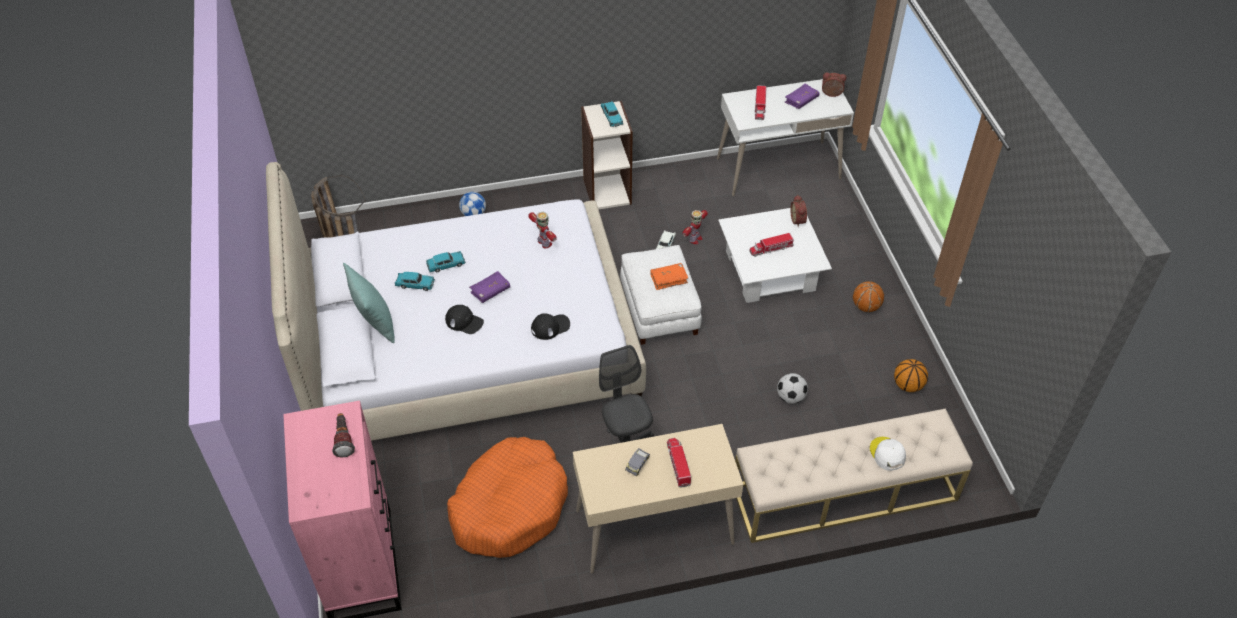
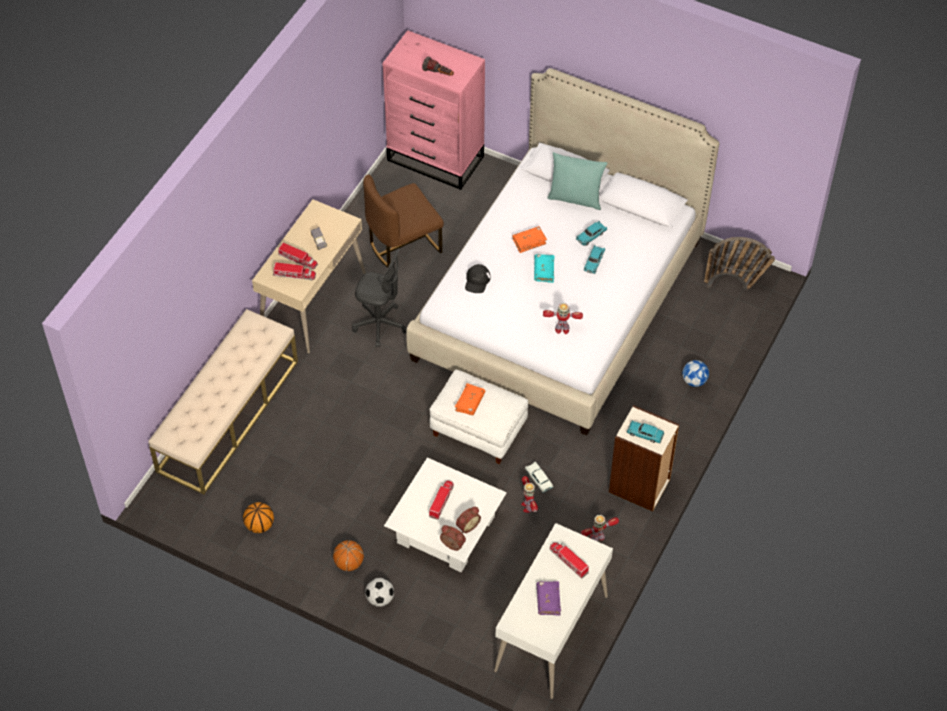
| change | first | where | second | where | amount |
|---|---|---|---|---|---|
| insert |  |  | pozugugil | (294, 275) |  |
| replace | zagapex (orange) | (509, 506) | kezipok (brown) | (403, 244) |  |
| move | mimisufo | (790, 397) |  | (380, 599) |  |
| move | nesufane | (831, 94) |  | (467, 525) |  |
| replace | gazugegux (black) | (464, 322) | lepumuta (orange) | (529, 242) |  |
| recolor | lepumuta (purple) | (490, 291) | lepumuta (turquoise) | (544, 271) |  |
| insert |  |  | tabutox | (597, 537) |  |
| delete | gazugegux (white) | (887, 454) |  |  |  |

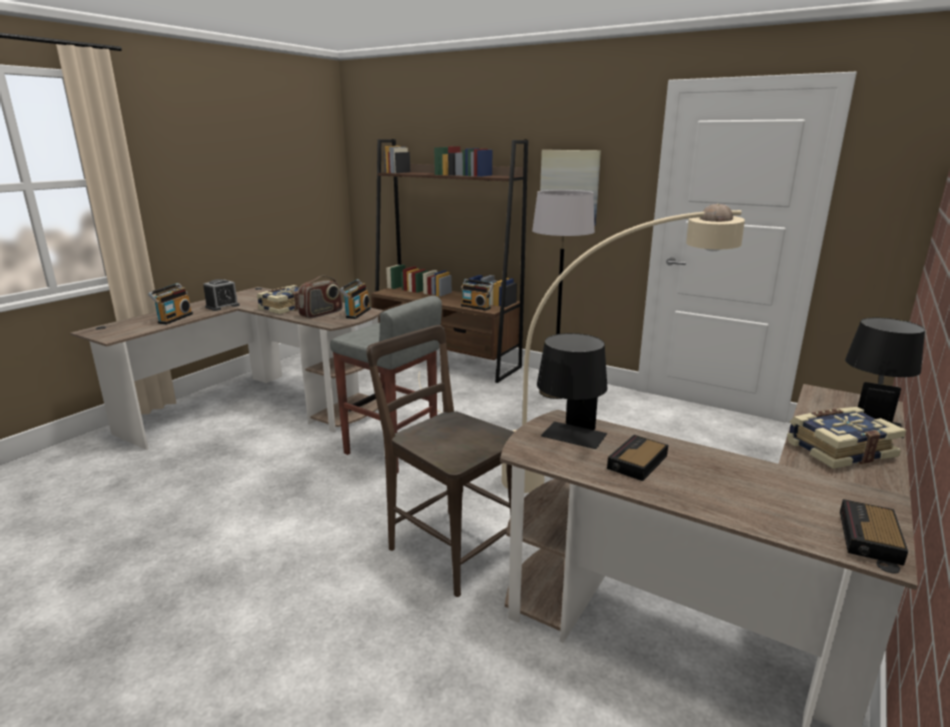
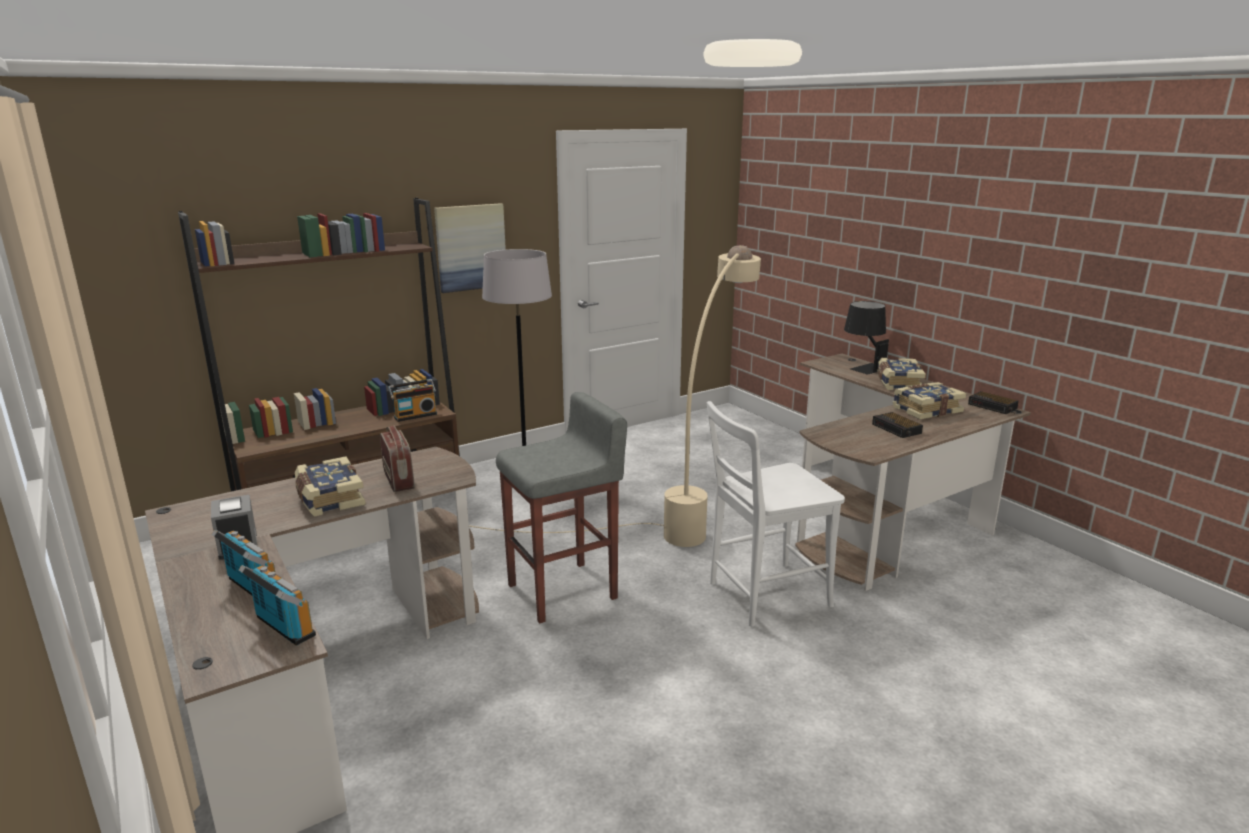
| change | first | where | second | where | amount |
|---|---|---|---|---|---|
| move | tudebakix | (356, 313) |  | (282, 628) |  |
| recolor | kezipok (brown) | (449, 546) | kezipok (white) | (763, 595) |  |
| insert |  |  | lepumuta | (926, 410) |  |
| delete | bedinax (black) | (570, 440) |  |  |  |

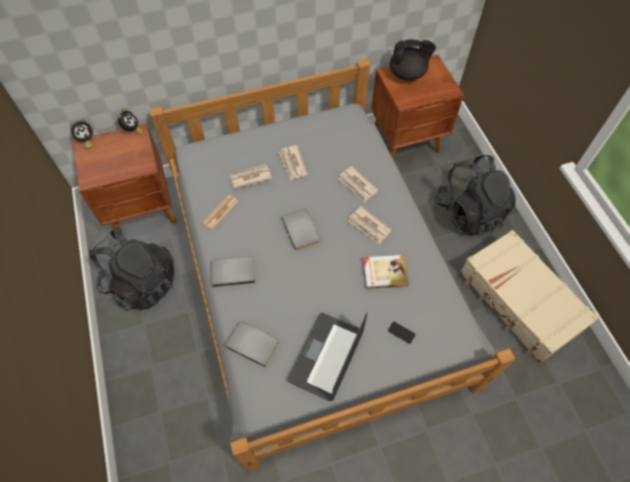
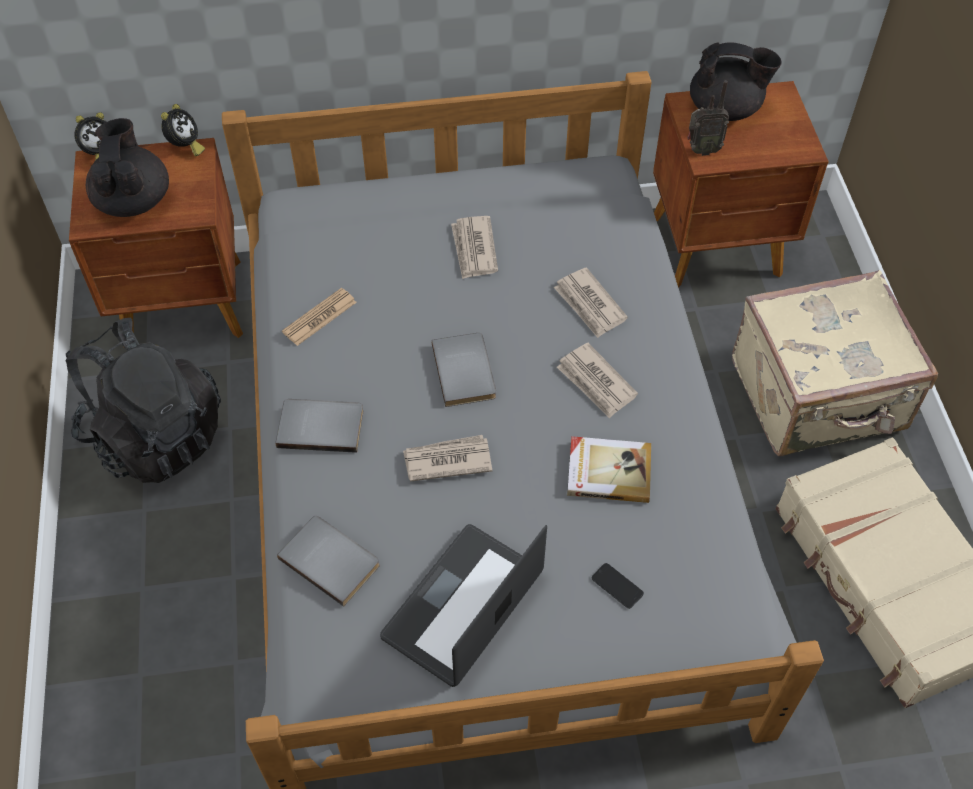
| change | first | where | second | where | amount |
|---|---|---|---|---|---|
| insert |  |  | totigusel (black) | (133, 200) |  |
| move | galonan | (250, 177) |  | (447, 460) |  |
| insert |  |  | tudebakix | (701, 150) |  |
| replace | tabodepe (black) | (469, 212) | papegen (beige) | (818, 397) |  |

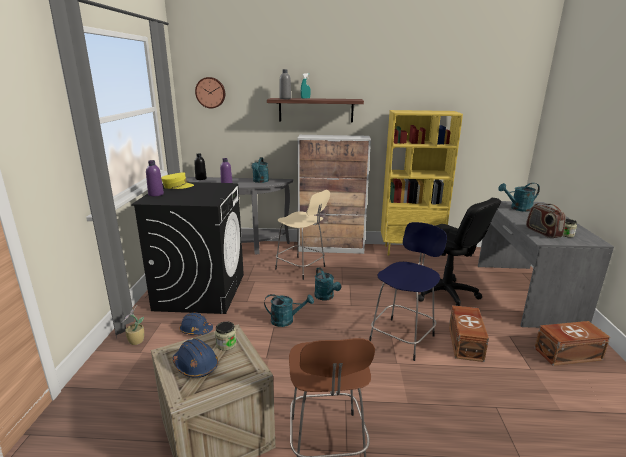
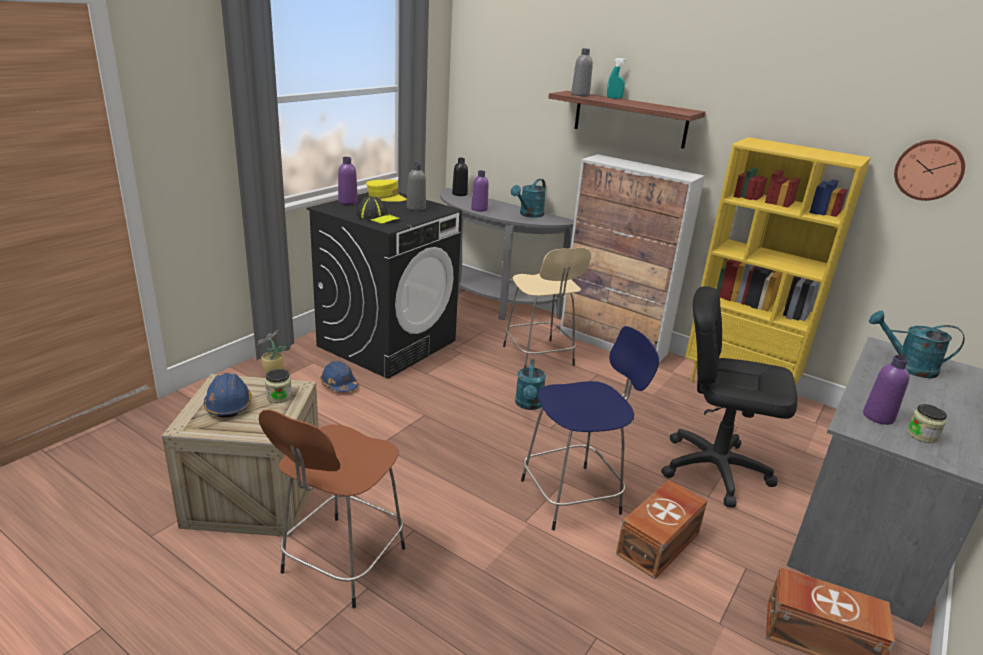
| change | first | where | second | where | amount |
|---|---|---|---|---|---|
| insert |  |  | gazugegux | (377, 217) |  |
| insert |  |  | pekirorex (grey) | (416, 208) |  |
| rotate | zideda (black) | (445, 294) |  | (714, 469) | 120 degrees clockwise |
| replace | tudebakix | (542, 232) | pekirorex (purple) | (878, 417) |  |
| move | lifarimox | (210, 92) |  | (929, 169) |  |
| delete | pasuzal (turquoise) | (286, 320) |  |  |  |

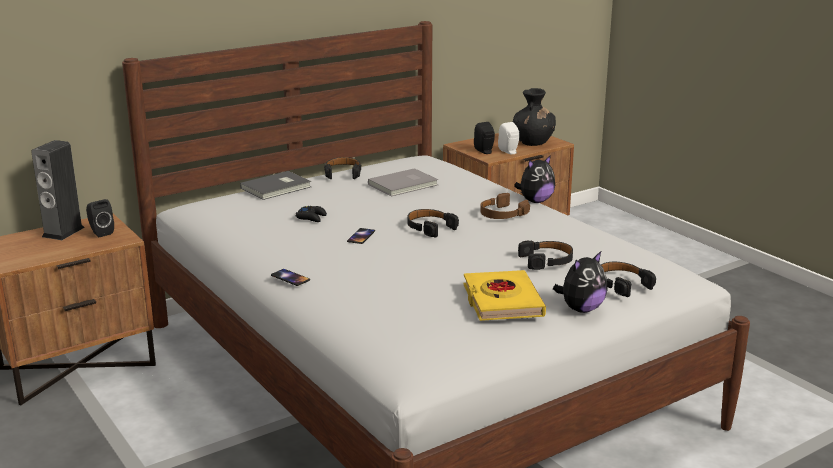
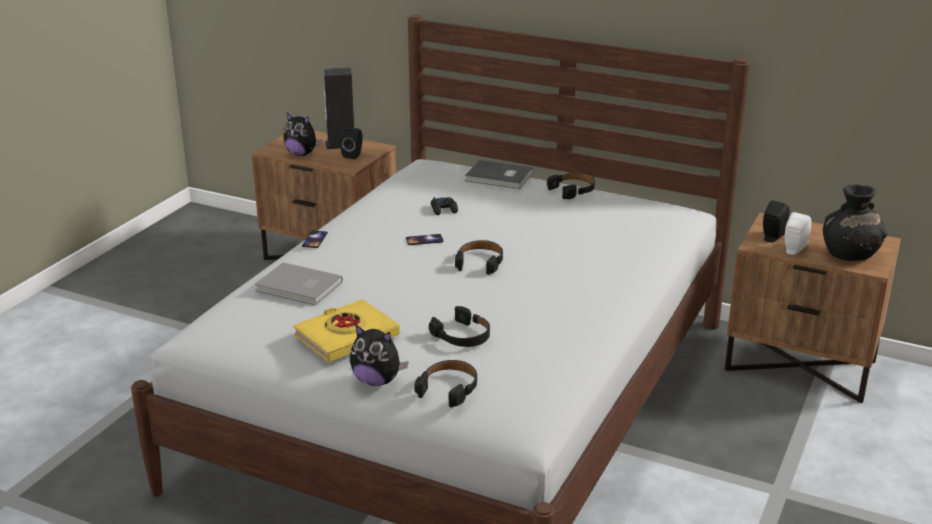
| change | first | where | second | where | amount |
|---|---|---|---|---|---|
| move | lepumuta (grey) | (404, 185) |  | (299, 287) |  |
| move | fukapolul | (535, 201) |  | (302, 154) |  |
| delete | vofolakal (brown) | (502, 214) |  |  |  |

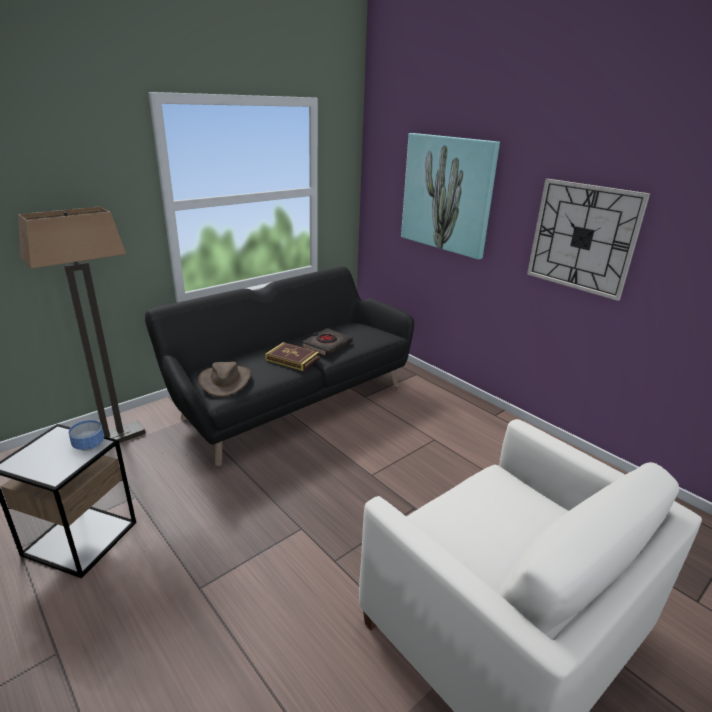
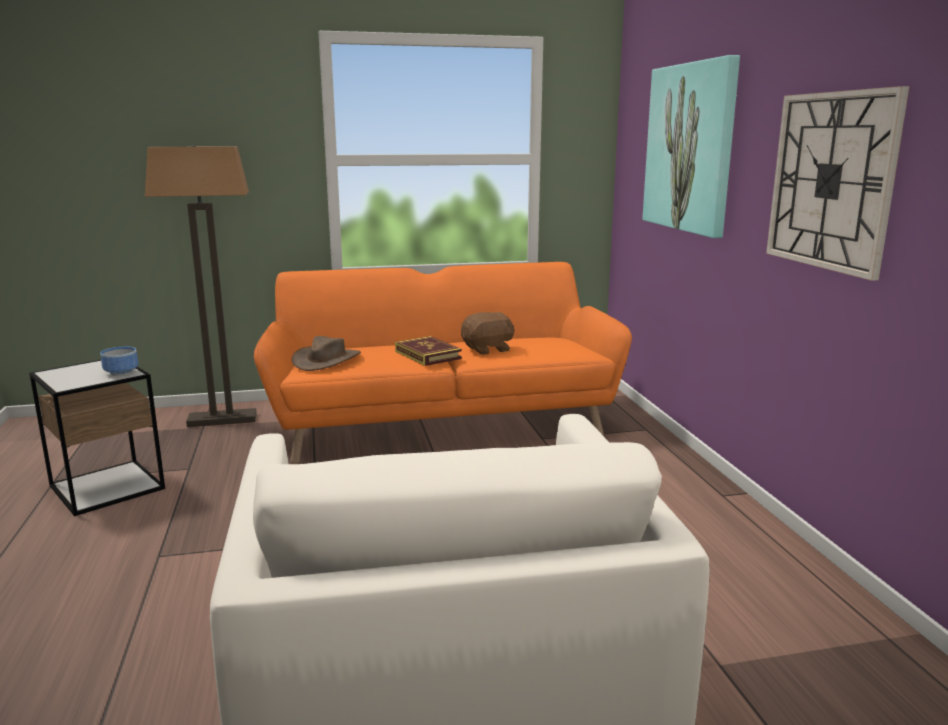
| change | first | where | second | where | amount |
|---|---|---|---|---|---|
| recolor | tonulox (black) | (290, 399) | tonulox (orange) | (442, 423) |  |
| replace | lepumuta (black) | (326, 345) | fukapolul (brown) | (488, 349) |  |

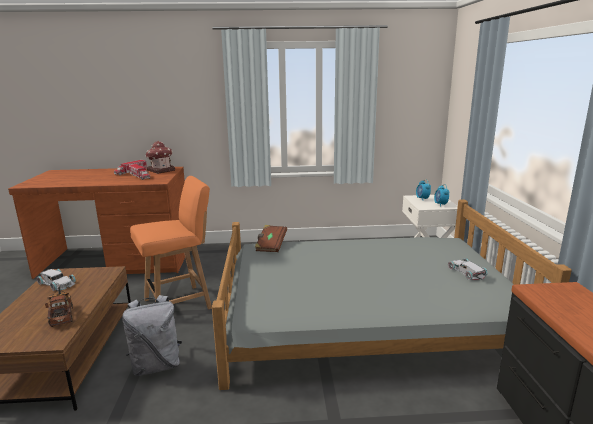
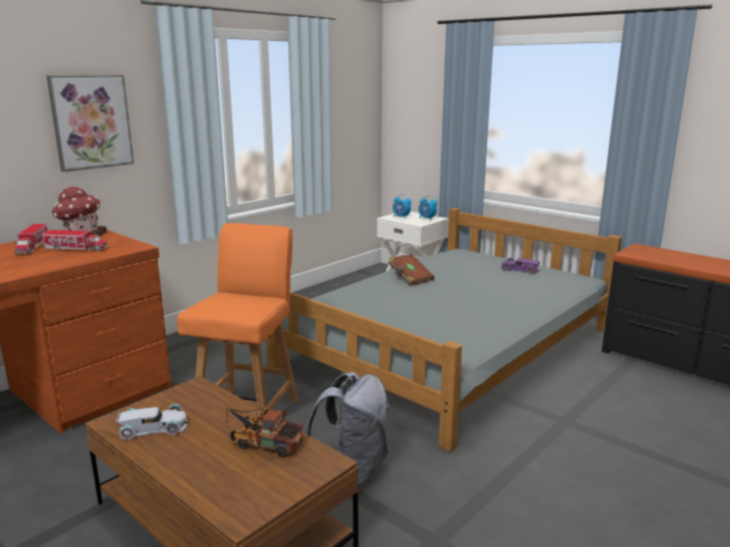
| change | first | where | second | where | amount |
|---|---|---|---|---|---|
| insert |  |  | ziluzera | (91, 122) |  |
| move | lepumuta (brown) | (270, 245) |  | (409, 278) |  |
| recolor | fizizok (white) | (466, 272) | fizizok (purple) | (519, 269) |  |

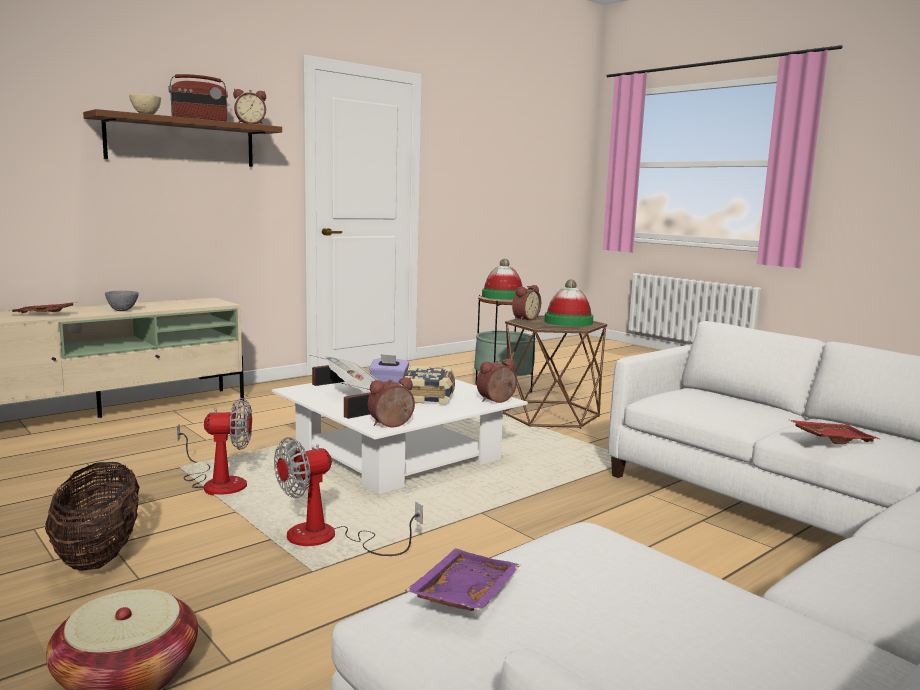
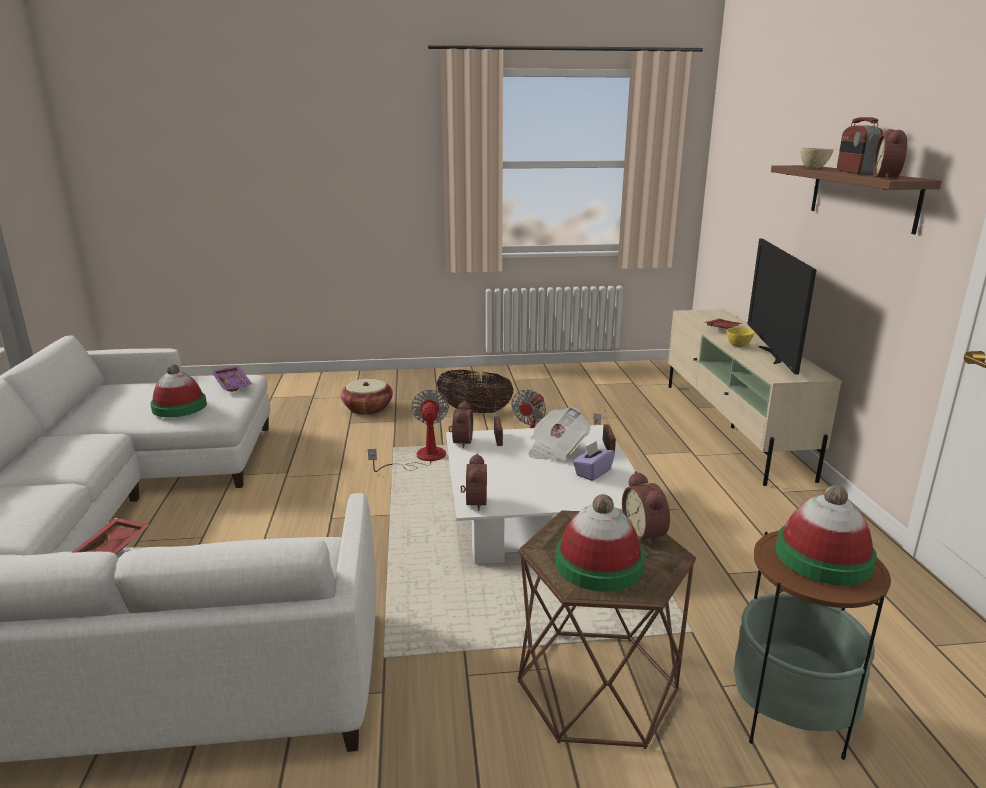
| change | first | where | second | where | amount |
|---|---|---|---|---|---|
| insert |  |  | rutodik | (179, 407) |  |
| recolor | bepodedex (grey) | (122, 310) | bepodedex (yellow) | (738, 346) |  |
| insert |  |  | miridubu | (772, 355) |  |
| delete | lepumuta | (430, 396) |  |  |  |

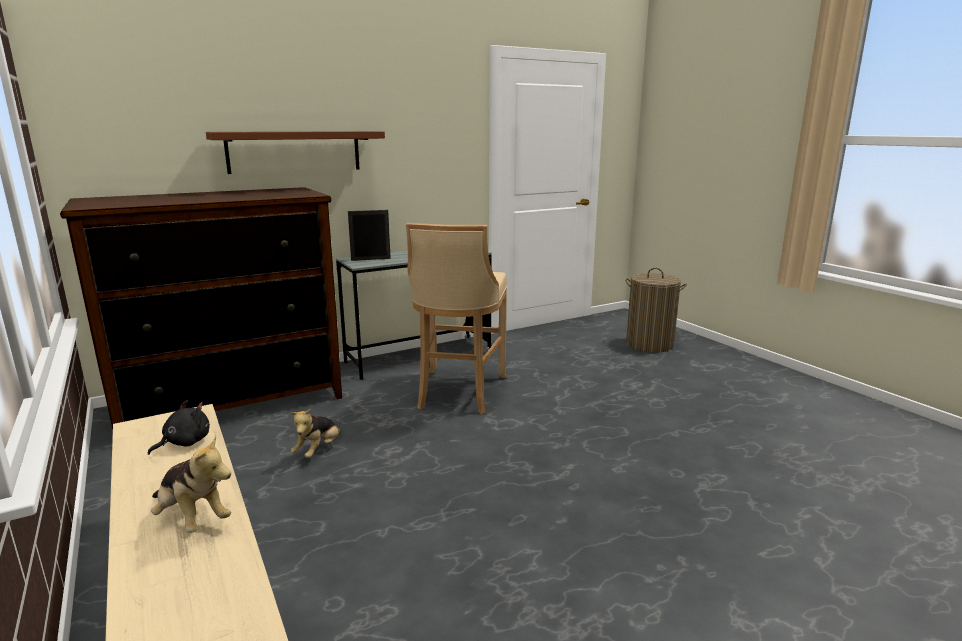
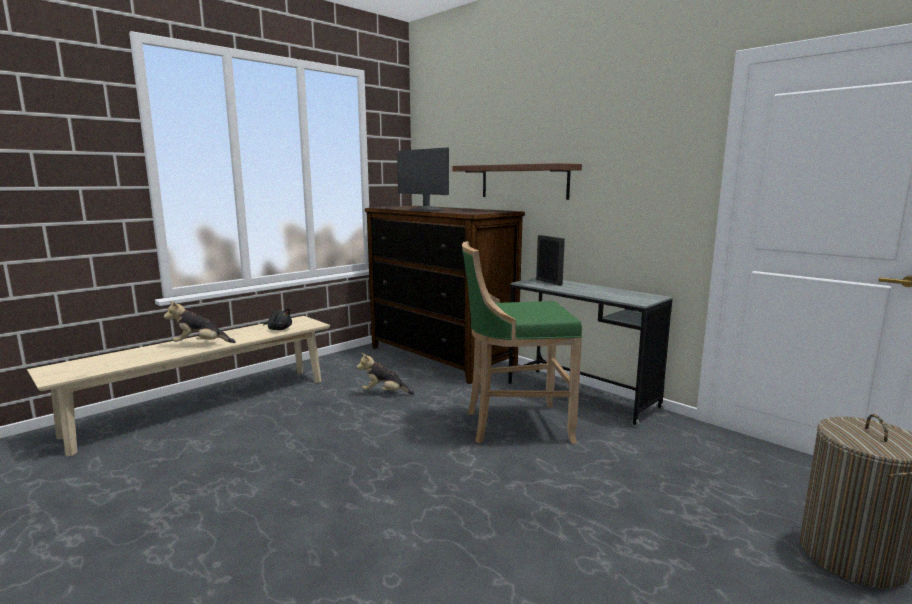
| change | first | where | second | where | amount |
|---|---|---|---|---|---|
| rotate | fukapolul | (192, 518) |  | (200, 344) | 60 degrees clockwise |
| insert |  |  | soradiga | (426, 210) |  |
| recolor | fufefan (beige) | (459, 393) | fufefan (green) | (514, 425) |  |

